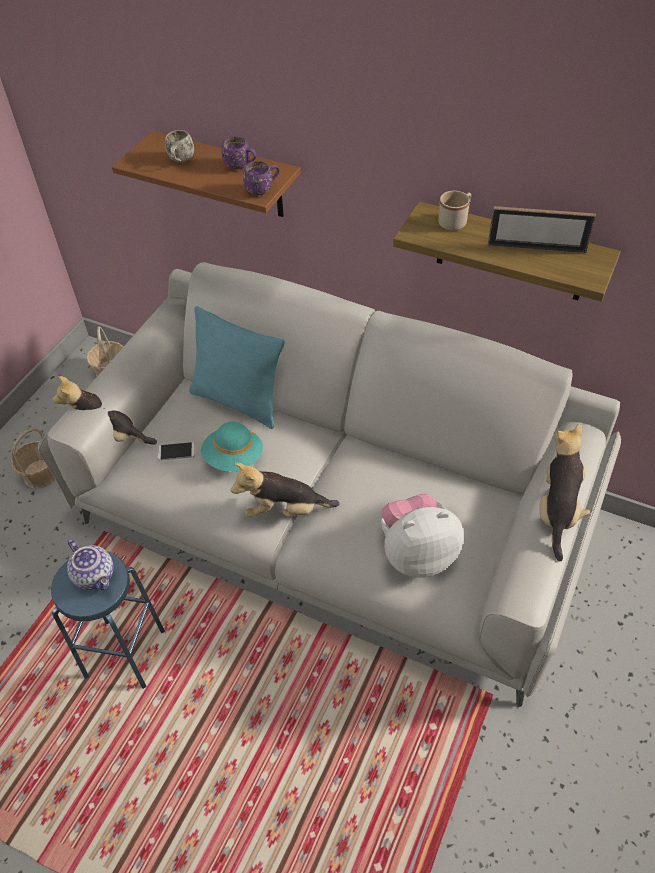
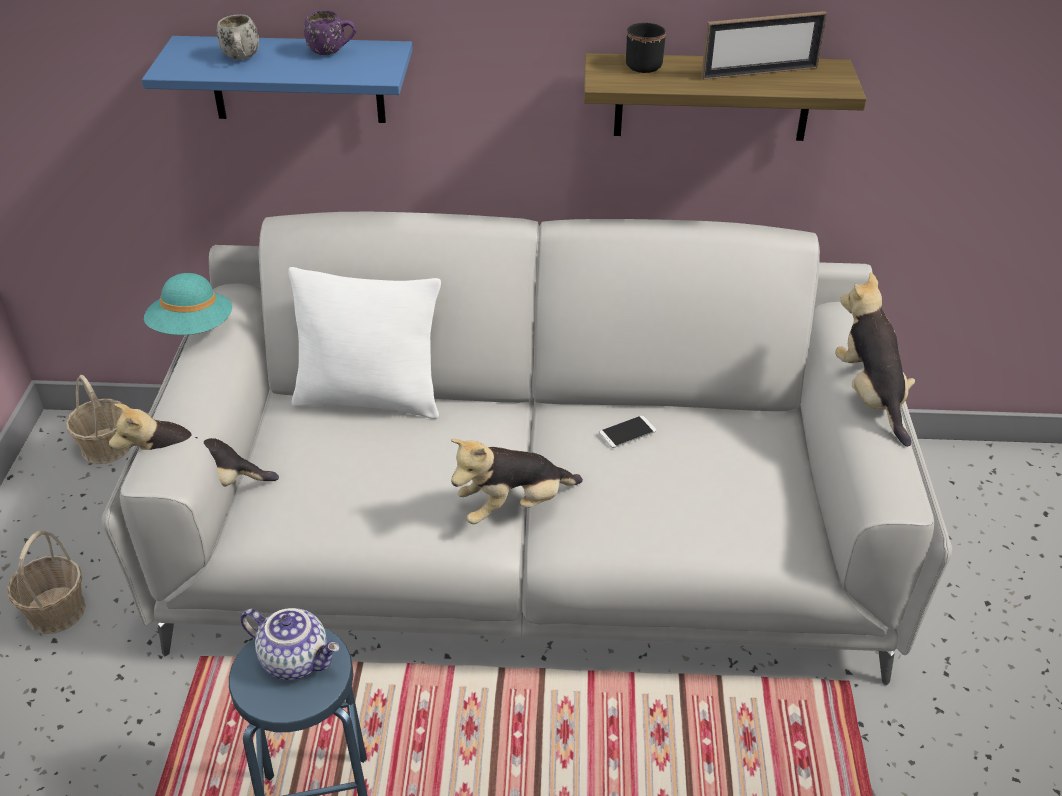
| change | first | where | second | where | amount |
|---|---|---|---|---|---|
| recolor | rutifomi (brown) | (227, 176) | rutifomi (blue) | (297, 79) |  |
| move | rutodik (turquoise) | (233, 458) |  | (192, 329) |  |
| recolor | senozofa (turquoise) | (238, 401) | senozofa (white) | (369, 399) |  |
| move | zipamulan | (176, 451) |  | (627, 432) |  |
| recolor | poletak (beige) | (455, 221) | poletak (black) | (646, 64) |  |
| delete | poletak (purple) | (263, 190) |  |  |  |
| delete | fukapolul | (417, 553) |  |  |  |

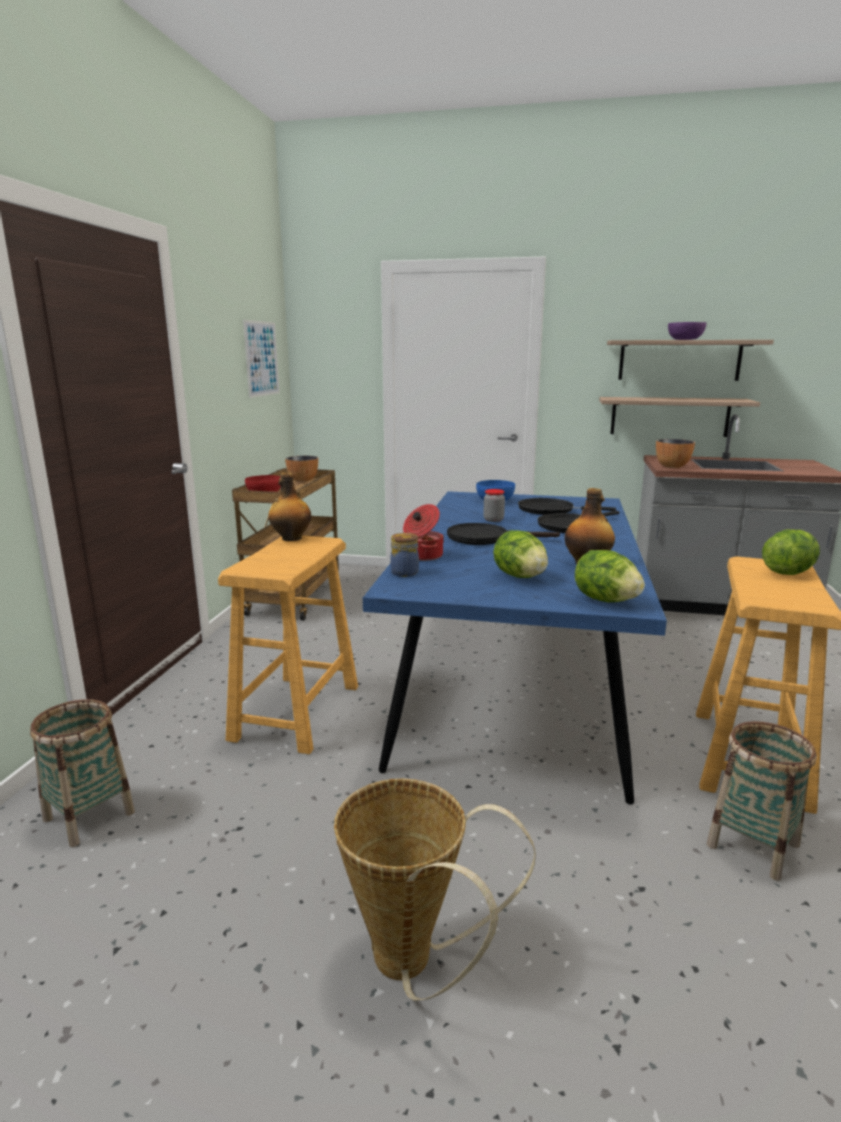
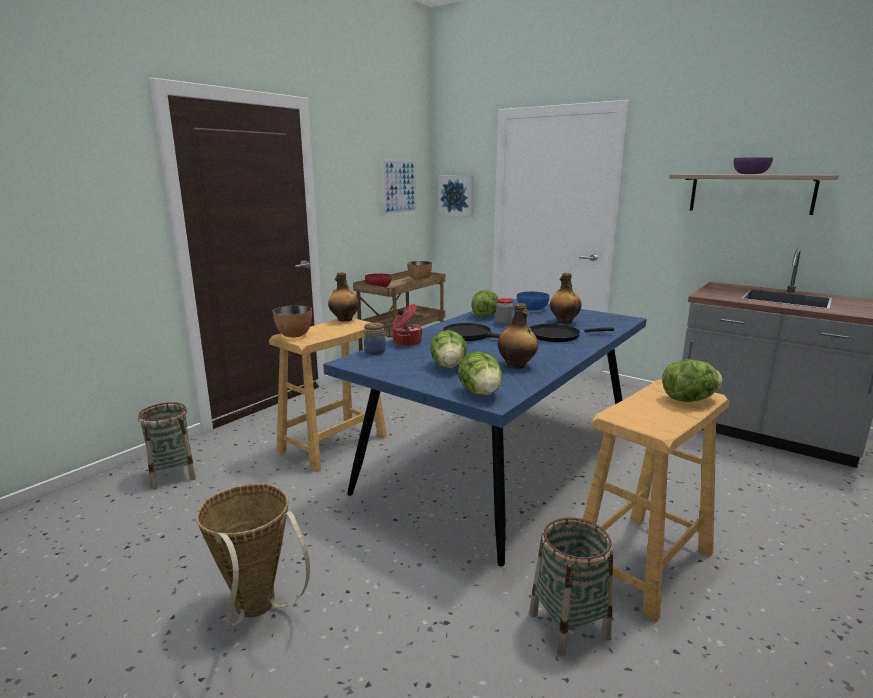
| change | first | where | second | where | amount |
|---|---|---|---|---|---|
| move | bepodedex | (672, 466) |  | (294, 335) |  |
| insert |  |  | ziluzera | (457, 195) |  |
| insert |  |  | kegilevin | (484, 316) |  |
| replace | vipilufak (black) | (550, 510) | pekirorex | (564, 321) |  |
| delete | rutifomi | (669, 416) |  |  |  |

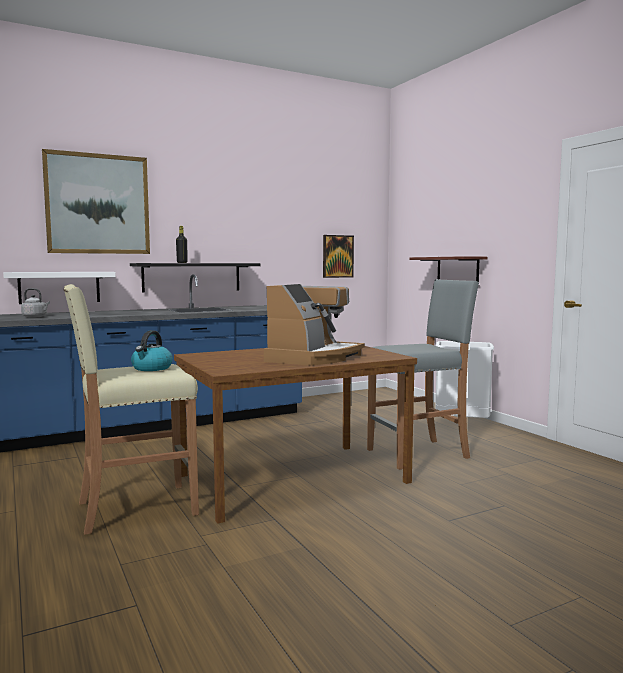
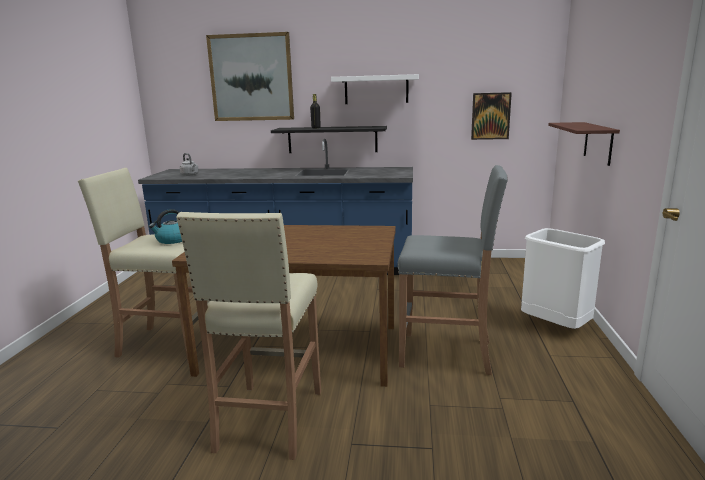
| change | first | where | second | where | amount |
|---|---|---|---|---|---|
| insert |  |  | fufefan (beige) | (269, 420) |  |
| move | rutifomi (white) | (59, 287) |  | (376, 89) |  |
| delete | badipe | (313, 358) |  |  |  |

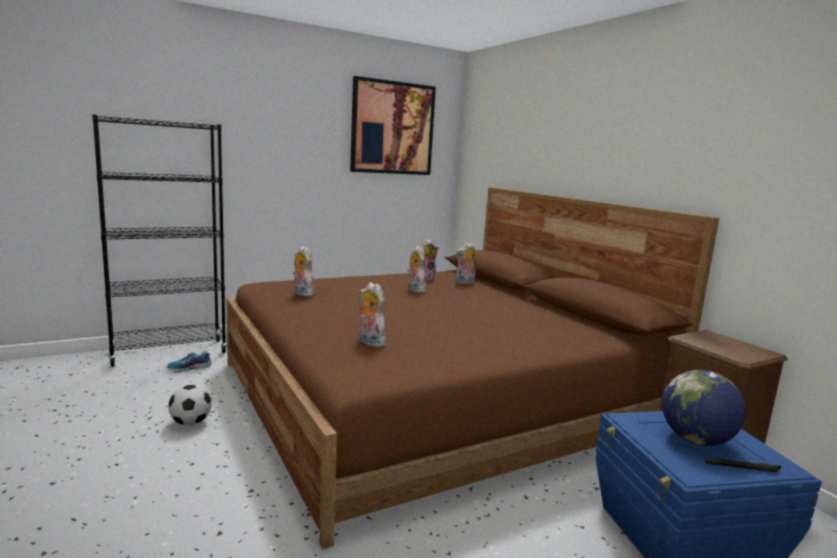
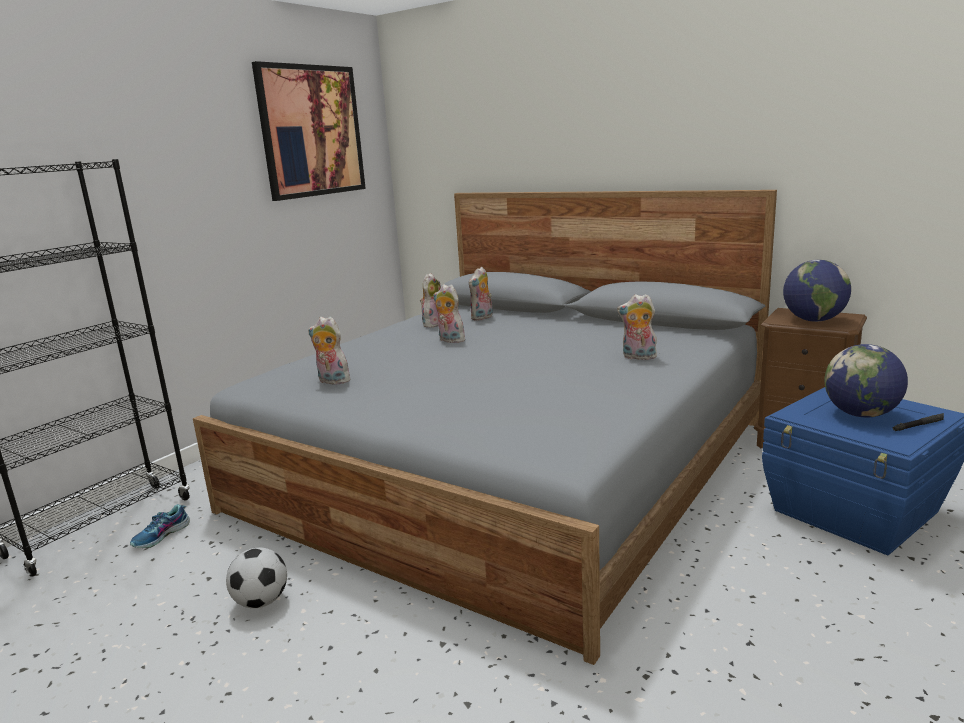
| change | first | where | second | where | amount |
|---|---|---|---|---|---|
| recolor | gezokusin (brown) | (433, 397) | gezokusin (grey) | (510, 464) |  |
| move | fukapolul | (369, 342) |  | (638, 357) |  |
| insert |  |  | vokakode | (813, 320) |  |

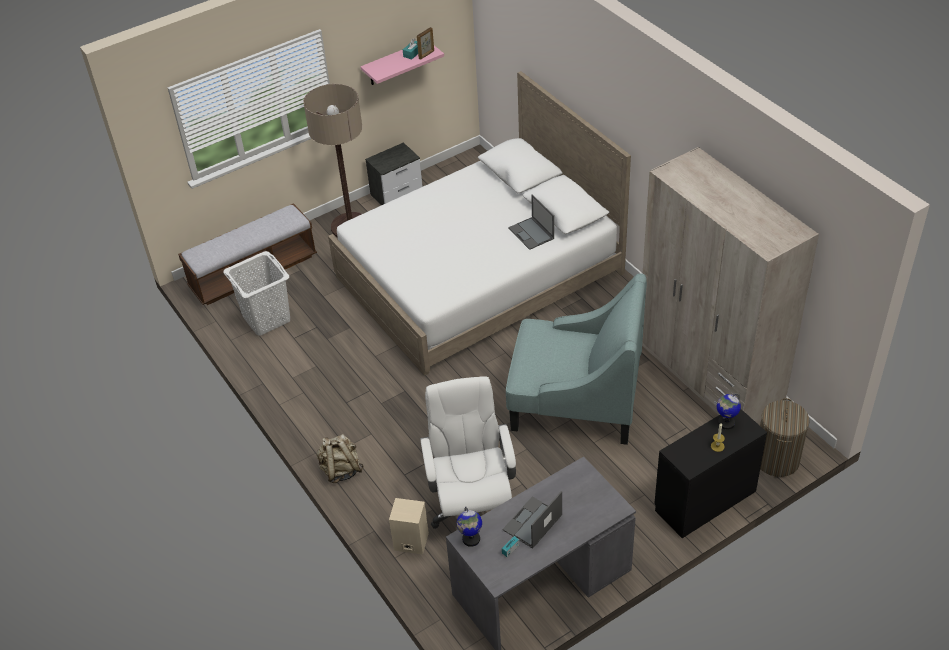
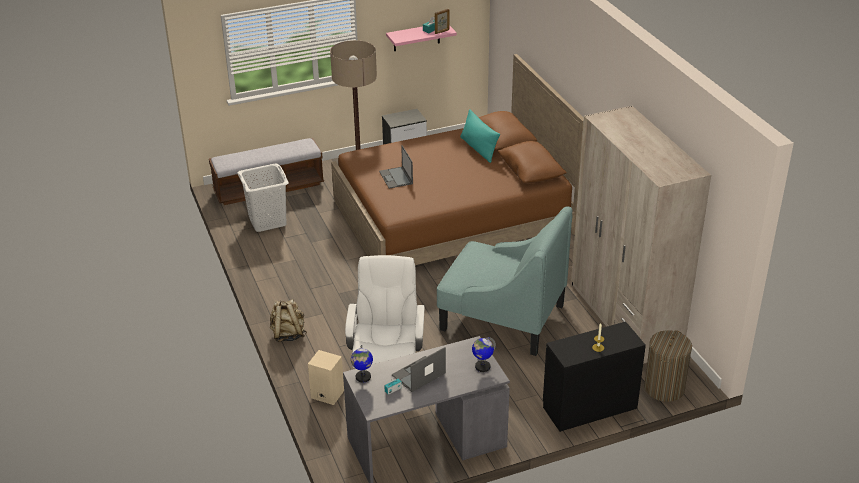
| change | first | where | second | where | amount |
|---|---|---|---|---|---|
| recolor | gezokusin (white) | (479, 275) | gezokusin (brown) | (453, 217) |  |
| move | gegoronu | (531, 233) |  | (396, 178) |  |
| insert |  |  | senozofa (turquoise) | (478, 148) |  |
| move | vokakode | (726, 423) |  | (482, 367) |  |

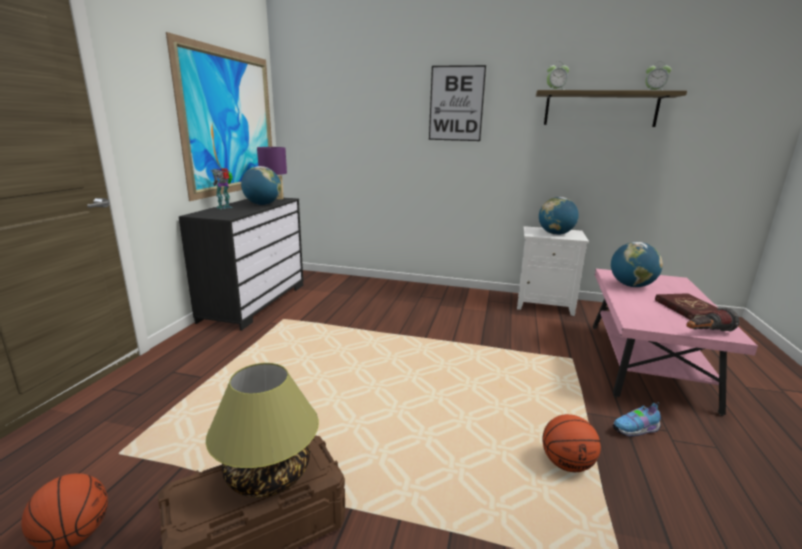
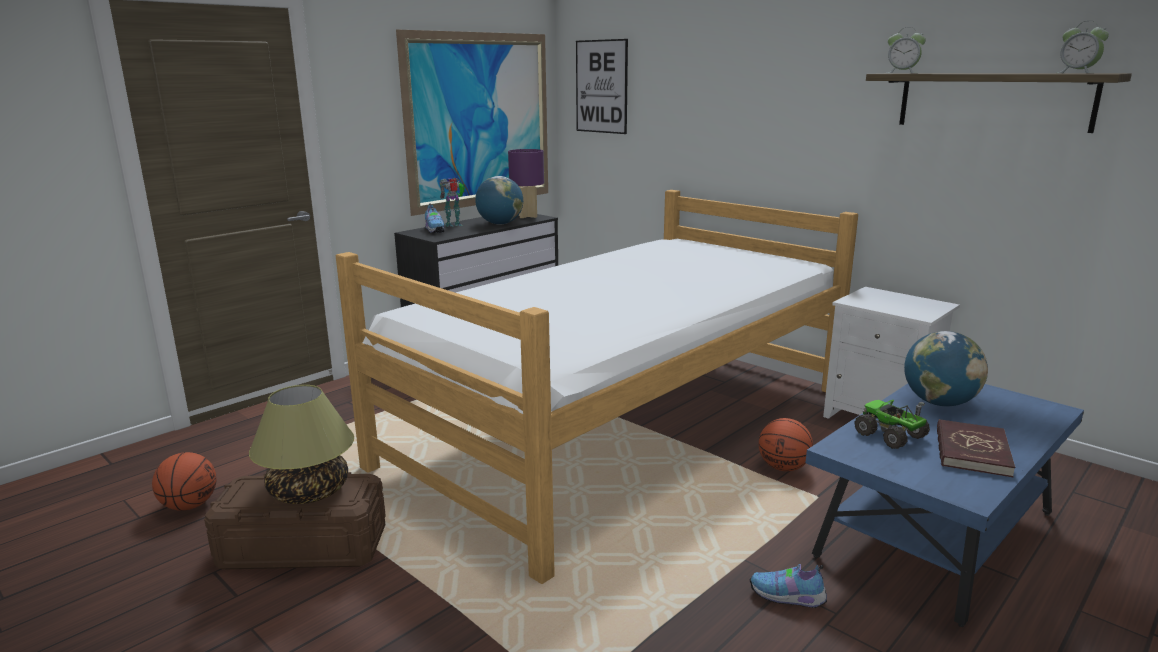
| change | first | where | second | where | amount |
|---|---|---|---|---|---|
| insert |  |  | gezokusin | (624, 426) |  |
| insert |  |  | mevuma | (435, 230) |  |
| move | ziluzera | (456, 104) |  | (601, 86) |  |
| move | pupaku | (566, 464) |  | (783, 467) |  |
| recolor | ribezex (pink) | (645, 364) | ribezex (blue) | (935, 534) |  |
| insert |  |  | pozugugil | (891, 436) |  |
| delete | vokakode | (555, 234) |  |  |  |
| delete | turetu | (706, 333) |  |  |  |

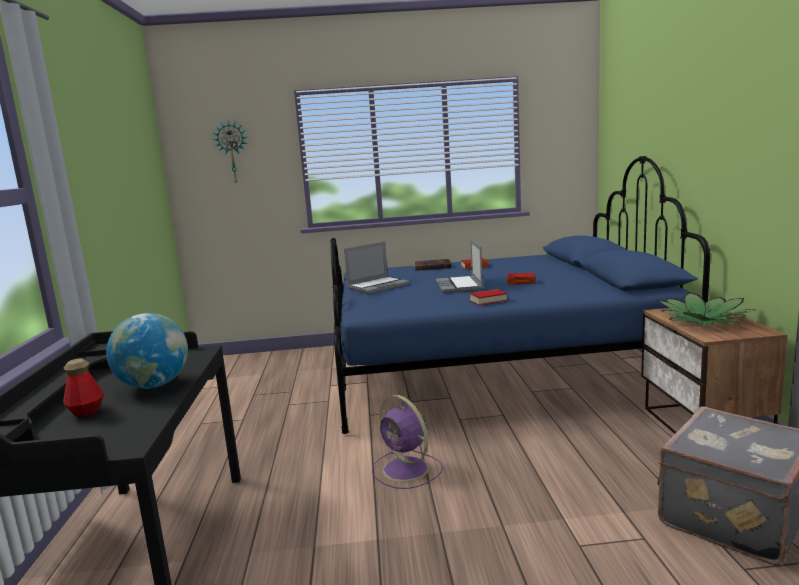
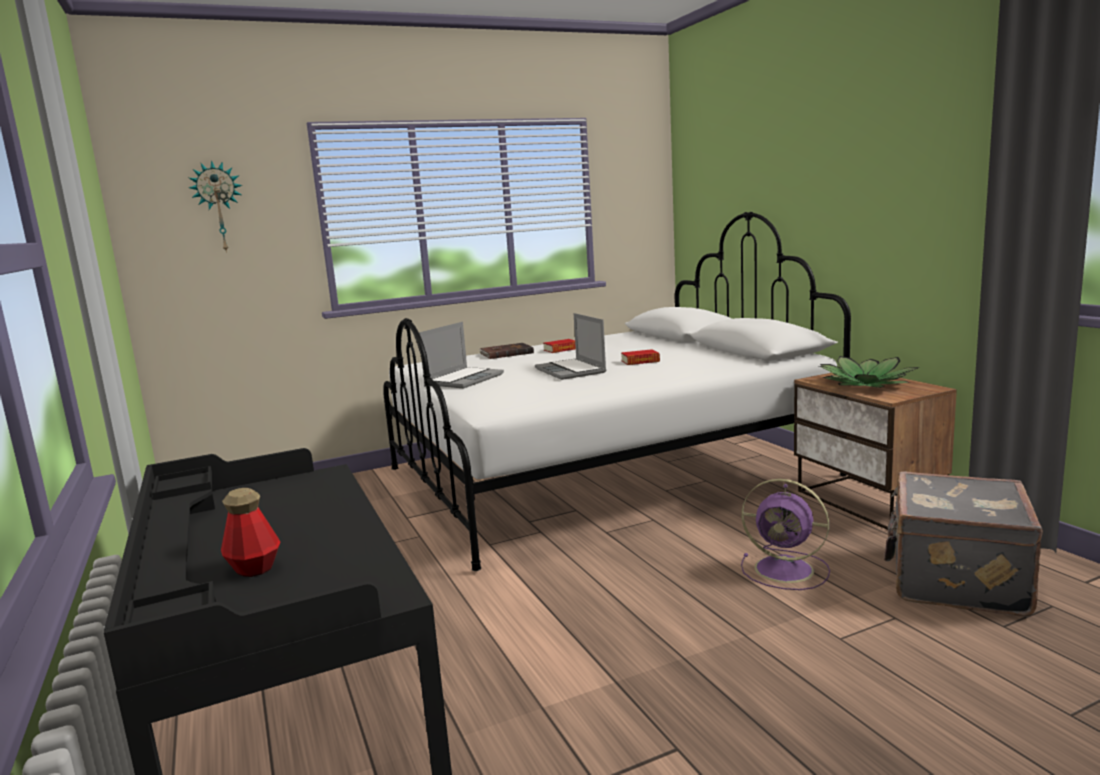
| change | first | where | second | where | amount |
|---|---|---|---|---|---|
| recolor | gezokusin (blue) | (494, 370) | gezokusin (white) | (604, 473) |  |
| move | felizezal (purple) | (407, 470) |  | (786, 570) |  |
| delete | vokakode | (154, 385) |  |  |  |
| delete | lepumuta | (488, 301) |  |  |  |

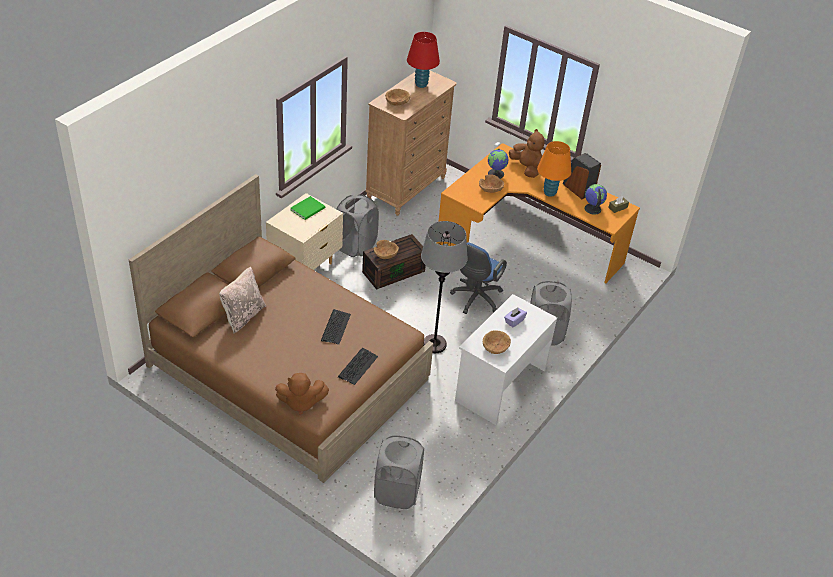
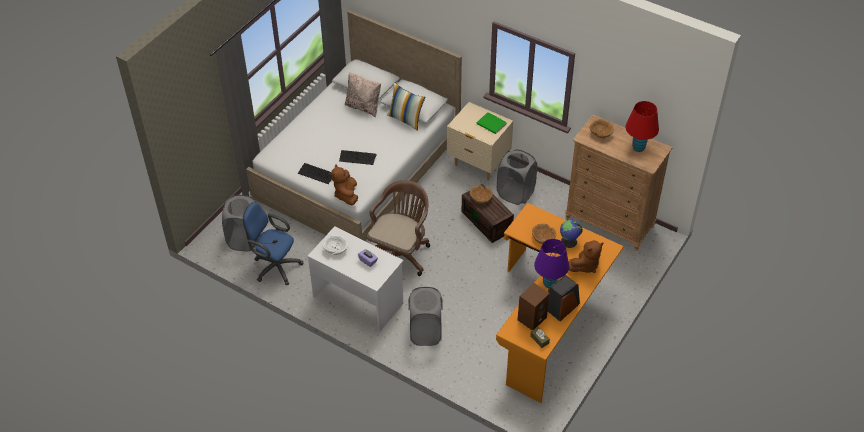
| change | first | where | second | where | amount |
|---|---|---|---|---|---|
| move | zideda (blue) | (475, 299) |  | (274, 266) |  |
| recolor | gezokusin (brown) | (288, 371) | gezokusin (white) | (358, 168) |  |
| recolor | bepodedex (brown) | (495, 347) | bepodedex (white) | (335, 249) |  |
| move | fukapolul (brown) | (300, 402) |  | (346, 195) |  |
| replace | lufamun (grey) | (434, 344) | zideda (brown) | (400, 254) |  |
| insert |  |  | senozofa | (406, 119) |  |
| replace | vokakode | (592, 209) | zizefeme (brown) | (532, 318) |  |
| recolor | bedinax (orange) | (549, 193) | bedinax (purple) | (549, 283) |  |

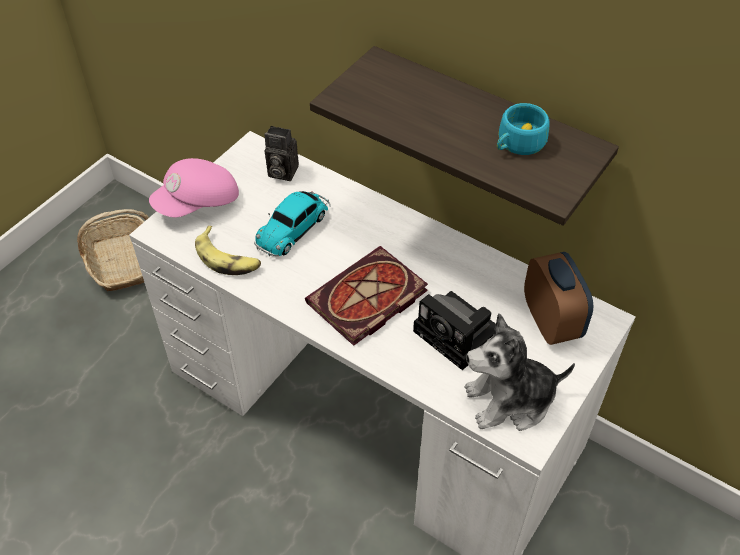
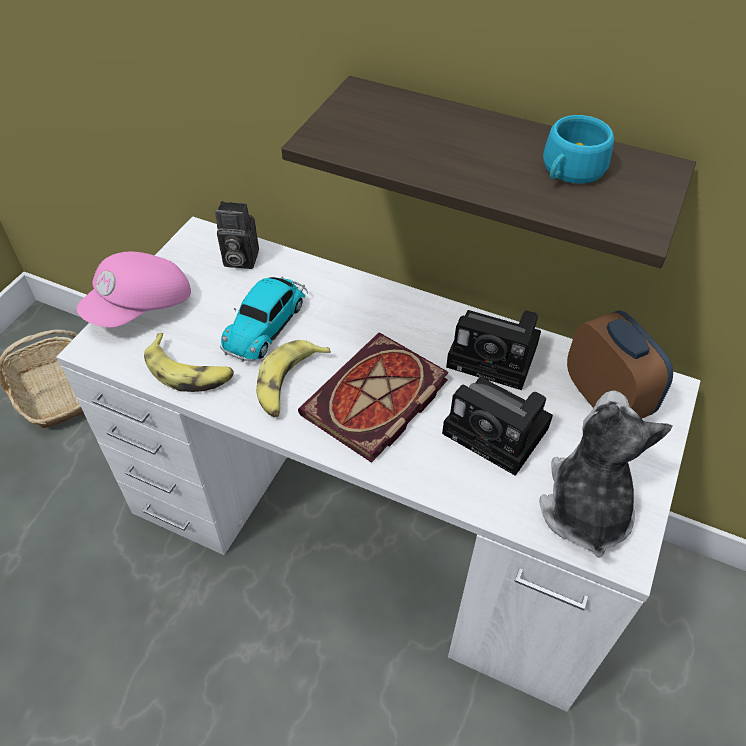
| change | first | where | second | where | amount |
|---|---|---|---|---|---|
| insert |  |  | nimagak | (289, 384) |  |
| insert |  |  | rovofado | (496, 356) |  |
| rotate | fukapolul | (510, 400) |  | (585, 507) | 120 degrees clockwise |

